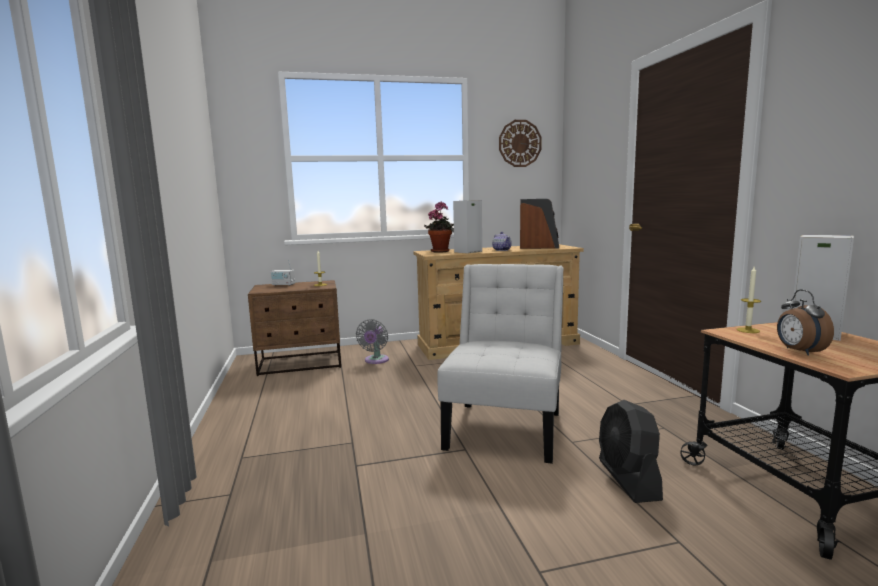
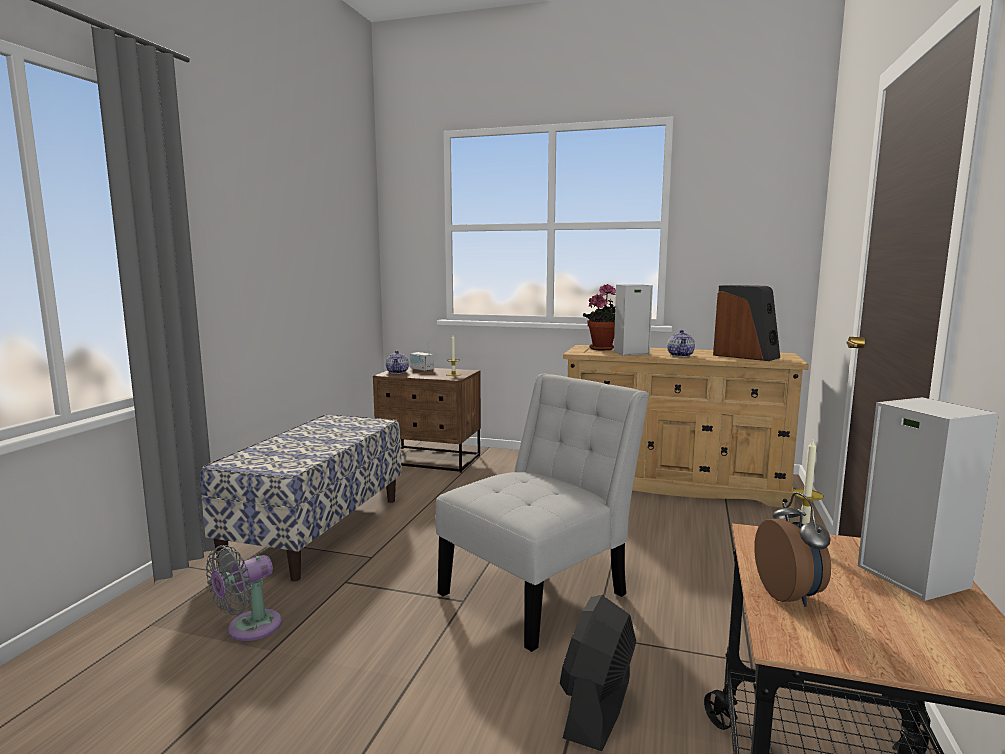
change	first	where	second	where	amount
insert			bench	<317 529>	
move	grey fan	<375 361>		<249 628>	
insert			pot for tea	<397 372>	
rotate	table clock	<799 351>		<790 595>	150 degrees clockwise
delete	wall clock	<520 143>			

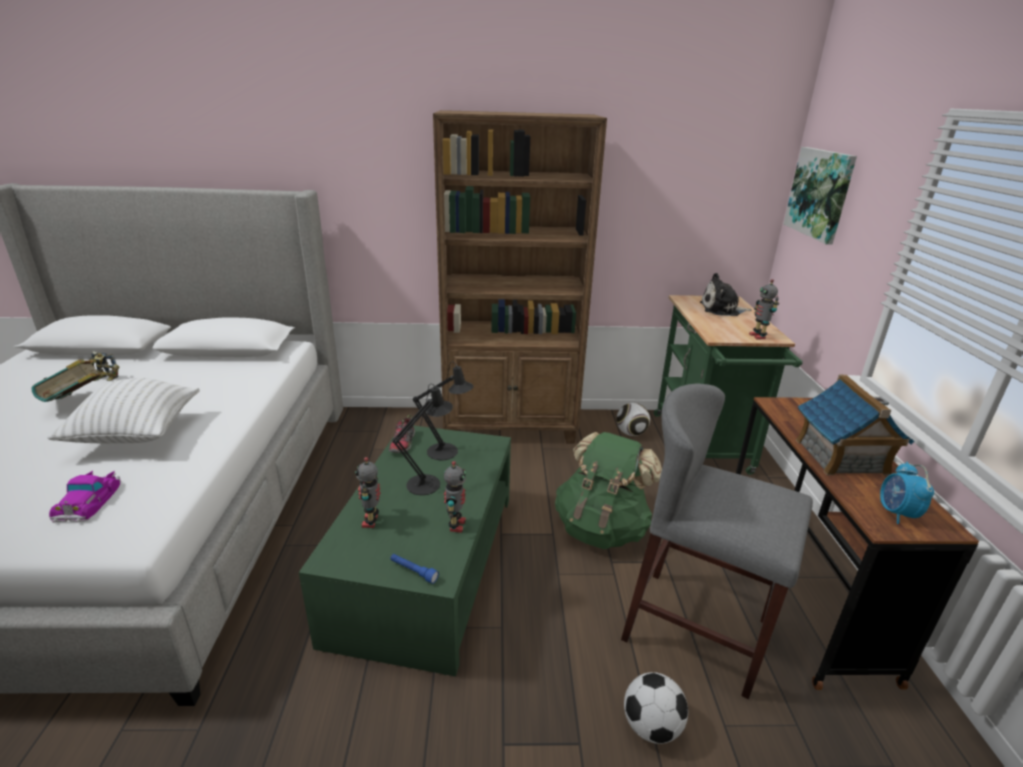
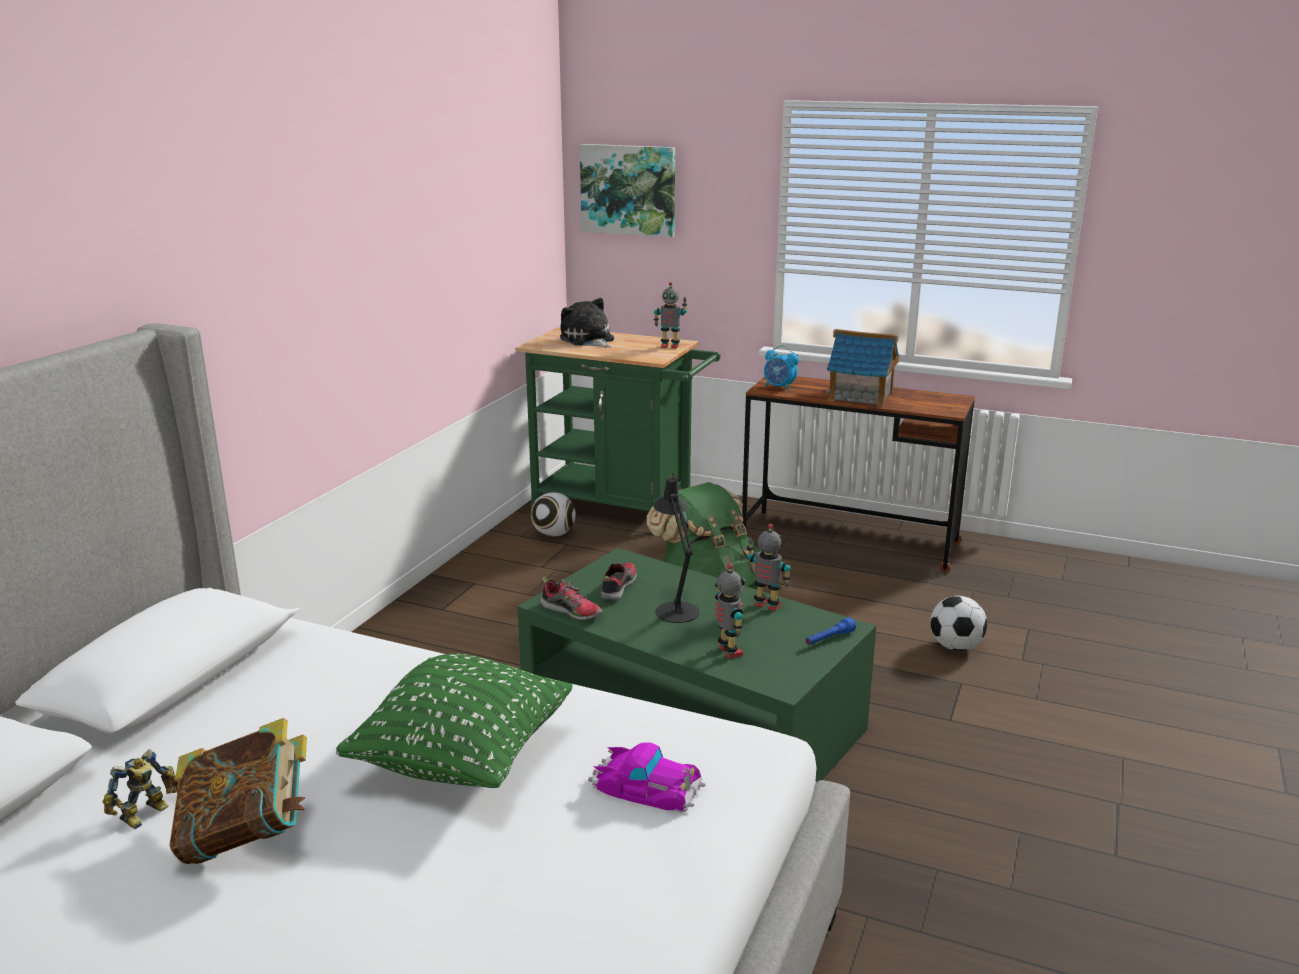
change	first	where	second	where	amount
recolor	whitish throw pillow	<136 435>	green throw pillow	<463 759>	
rotate	cuddly toy	<722 309>		<588 340>	120 degrees clockwise
replace	black table lamp	<447 452>	shoe	<617 588>	
rotate	robot figure	<372 521>		<728 651>	135 degrees counterclockwise
move	table clock	<896 513>		<779 387>	
delete	brown bookcase	<511 427>			
delete	grey stool seat	<696 630>			

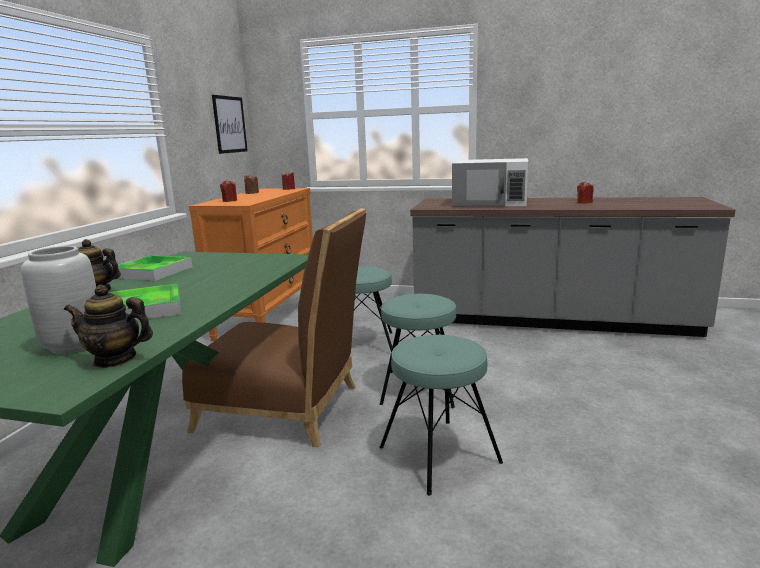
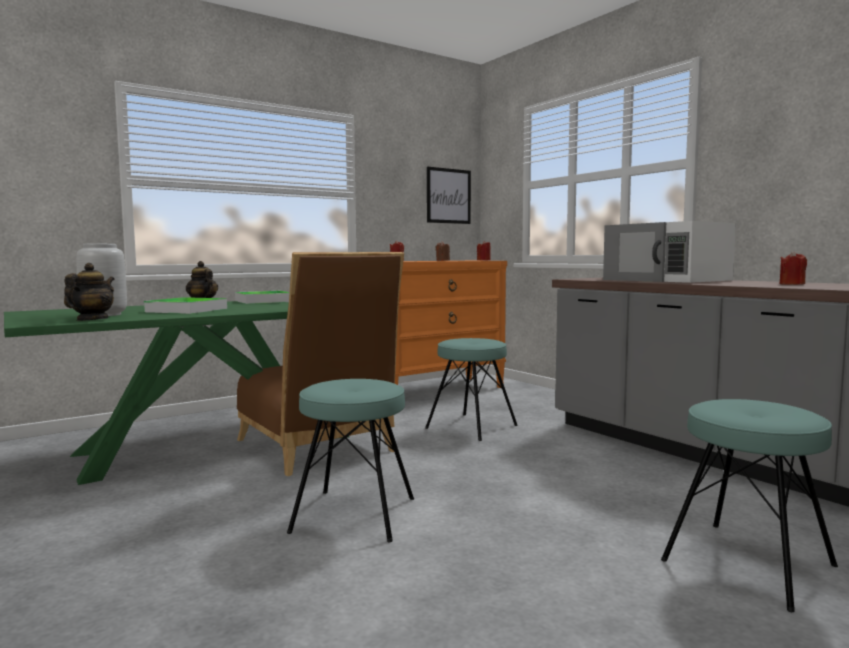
change	first	where	second	where	amount
rotate	pot for tea	<115 359>		<92 320>	60 degrees clockwise
move	turquoise-coloured stool seat	<419 389>		<748 563>	

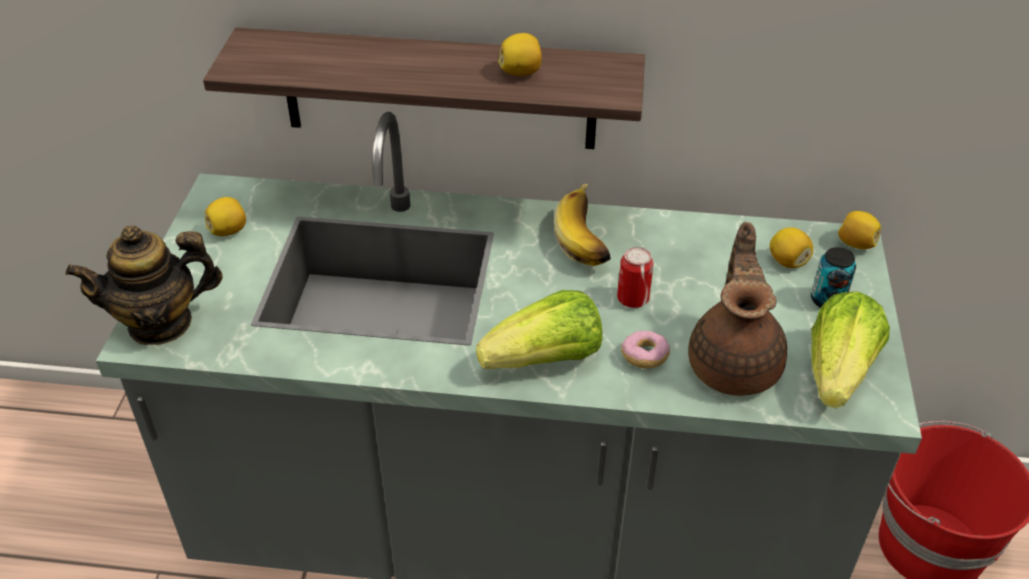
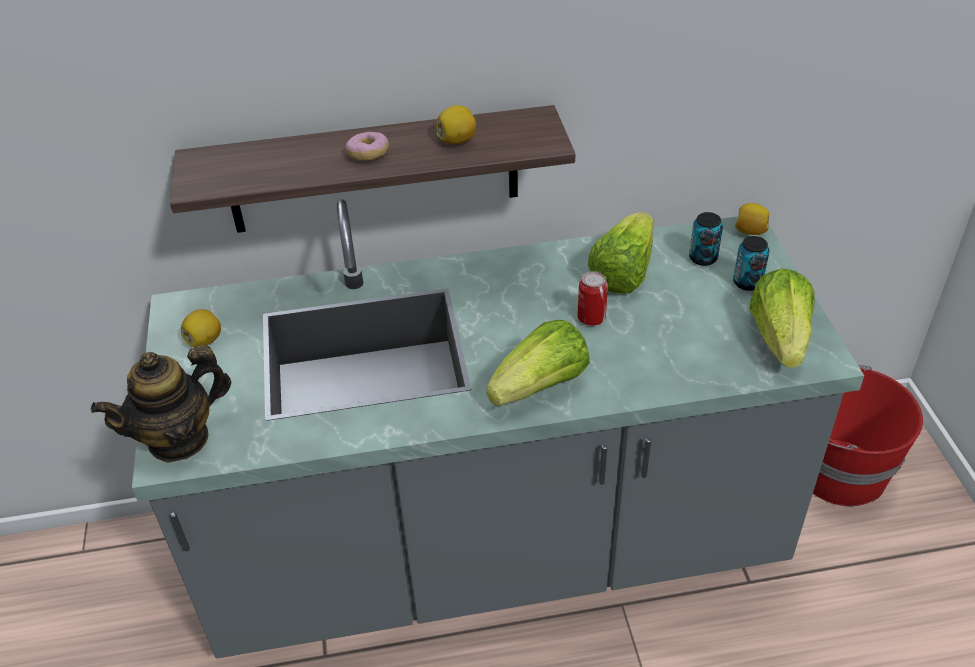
change	first	where	second	where	amount
move	donut	<644 357>		<368 154>	
insert			lettuce	<623 272>	
replace	whole lemon	<787 261>	sealed can	<703 258>	
delete	banana	<589 238>			
delete	brown pot for tea	<734 363>			

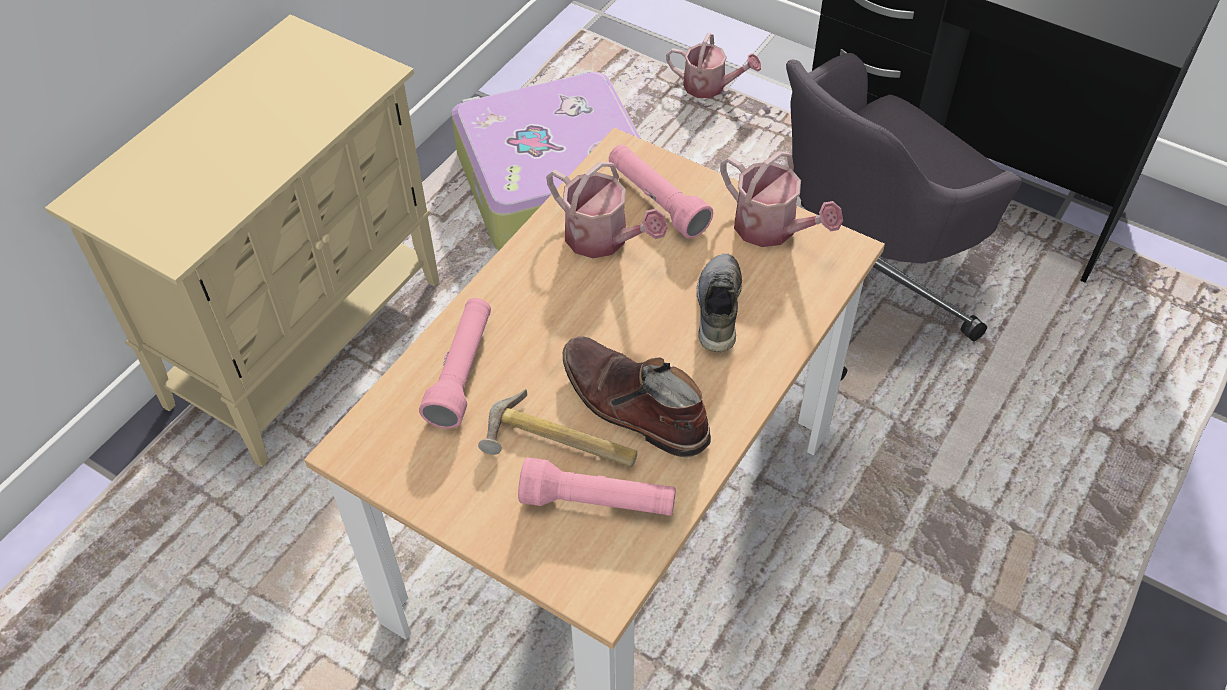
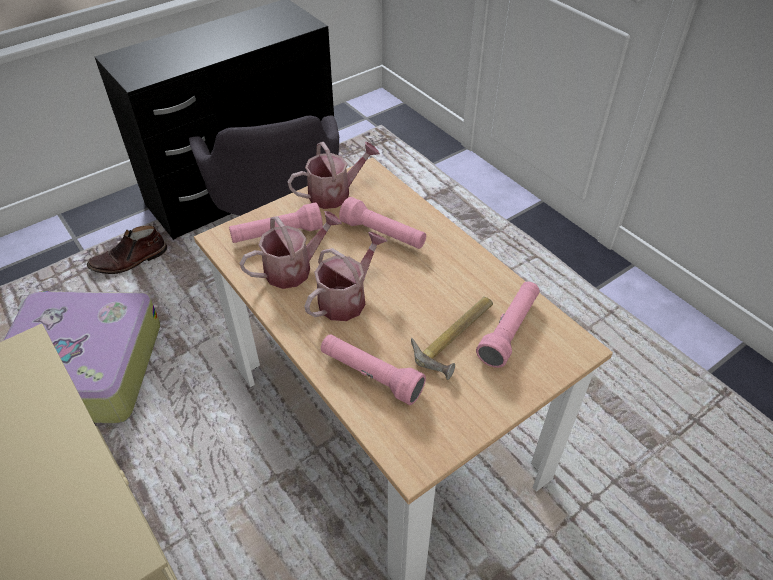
change	first	where	second	where	amount
move	brown high-top boot	<632 405>		<130 260>	
move	sprinkling can	<710 87>		<347 298>	
replace	grey shoe	<717 308>	pink-coloured torch	<383 234>	

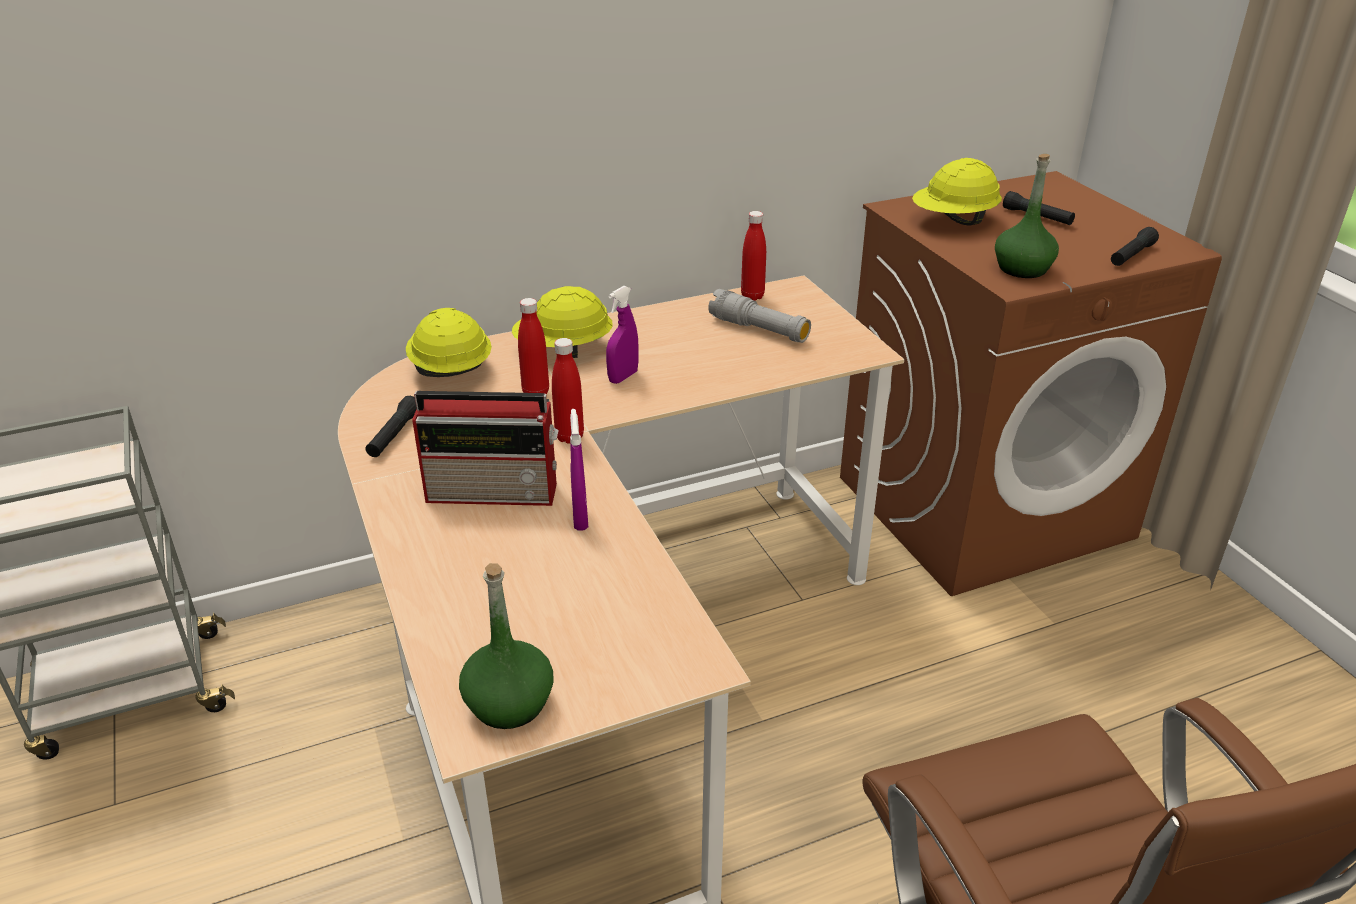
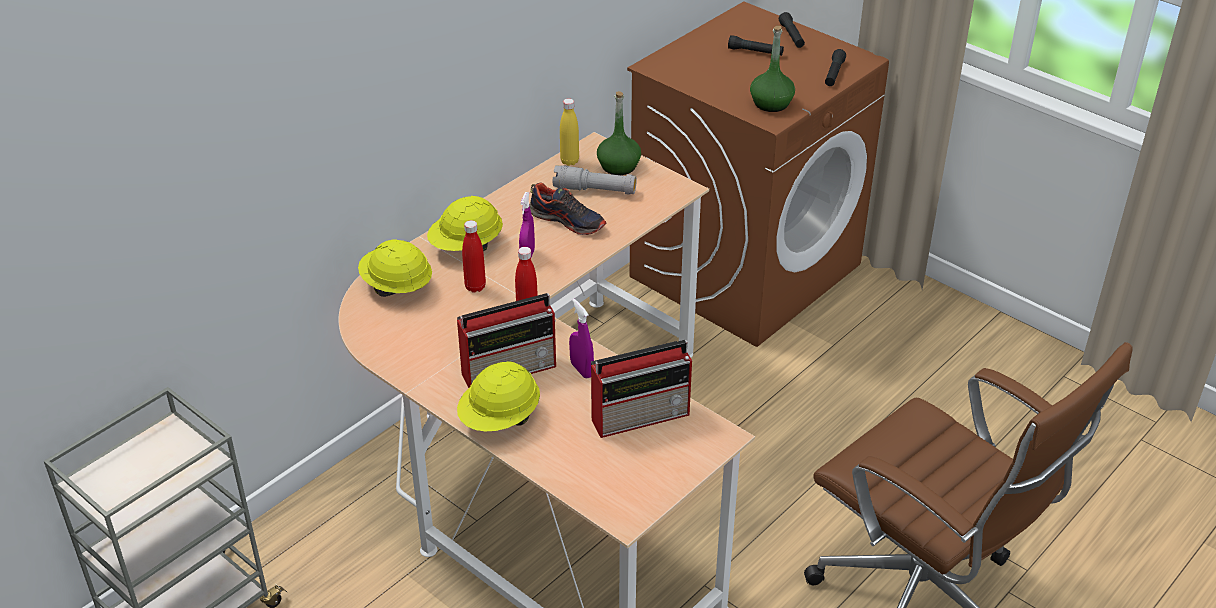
change	first	where	second	where	amount
move	yellow-coloured safety helmet	<954 221>		<500 419>	
insert			shoe	<568 221>	
recolor	red-coloured drink bottle	<752 296>	yellow-coloured drink bottle	<569 161>	
insert			radio receiver	<642 415>	
move	green drink bottle	<510 703>		<619 166>	
move	black torch	<394 435>		<791 36>	

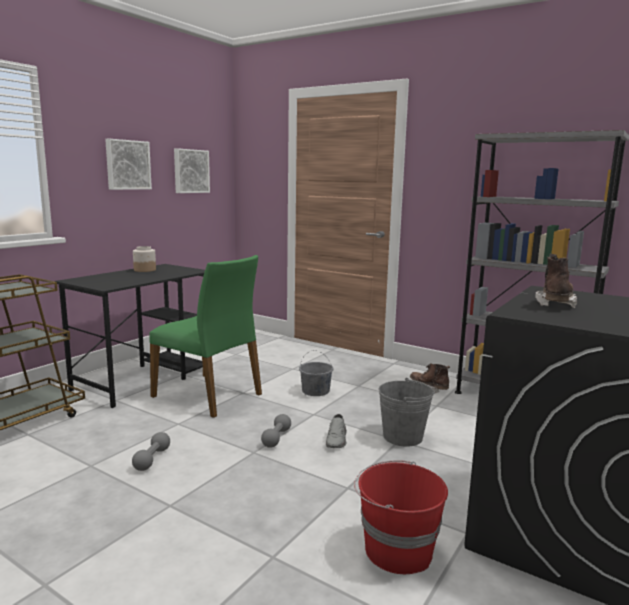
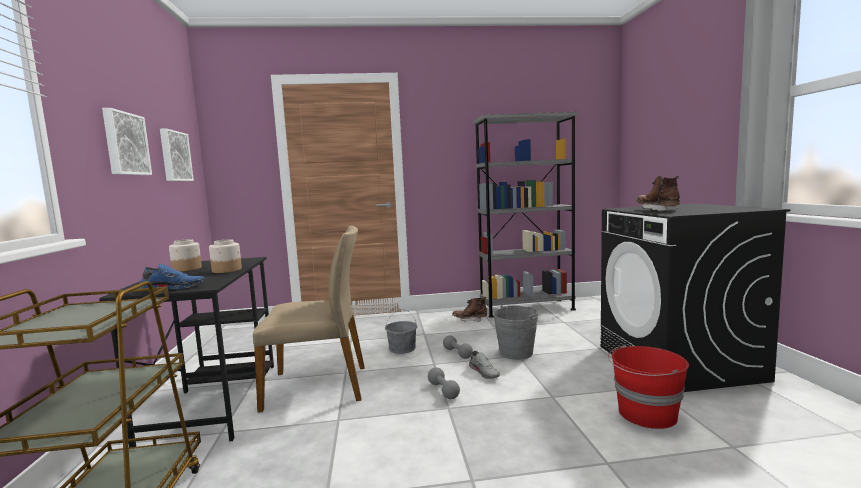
change	first	where	second	where	amount
insert			blue-coloured shoe	<173 288>	
insert			preserve jar	<227 270>	
recolor	green chair	<209 395>	beige-coloured chair	<318 386>	
move	grey dumbbell	<152 459>		<457 353>	

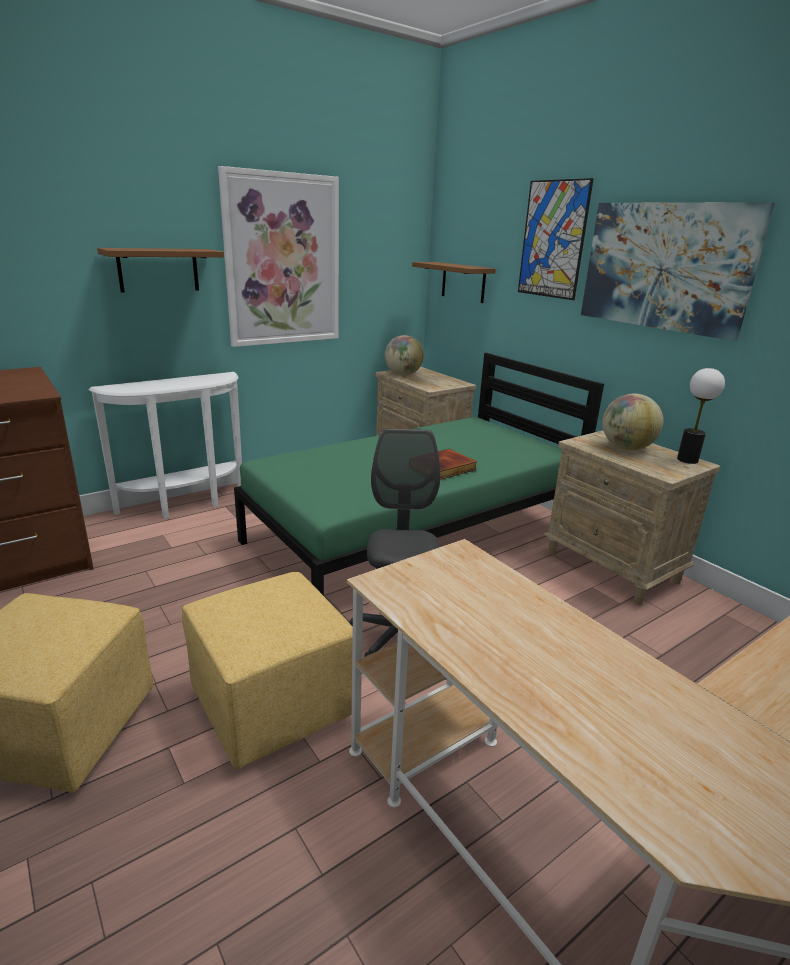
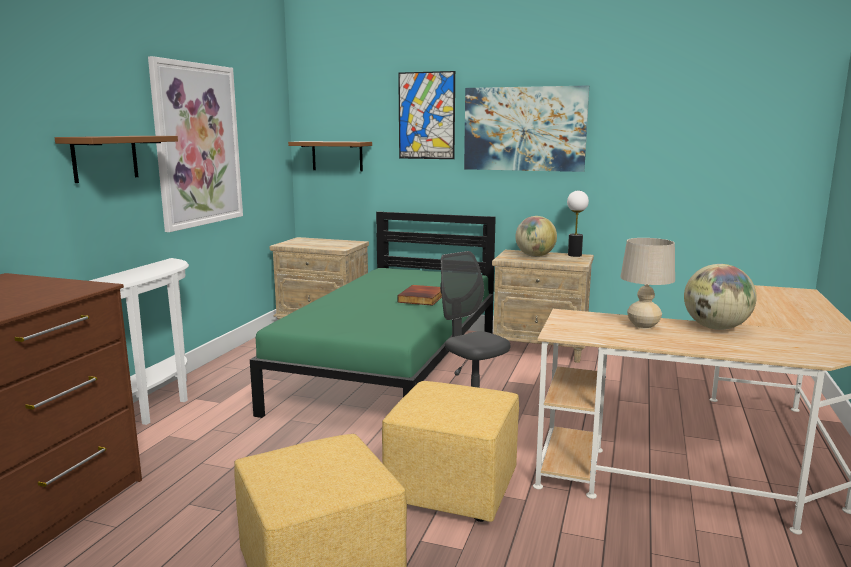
change	first	where	second	where	amount
insert			beige-coloured table lamp	<643 326>	
move	globe	<403 374>		<715 328>	

